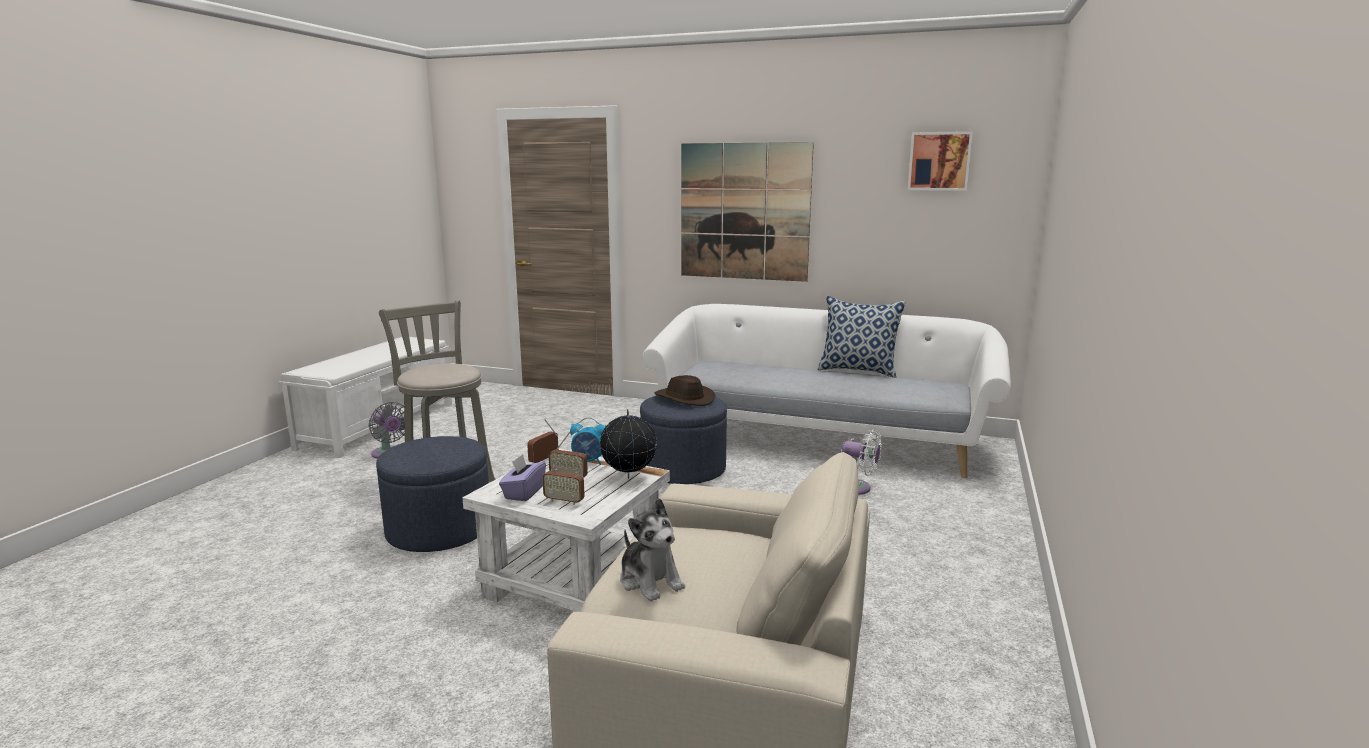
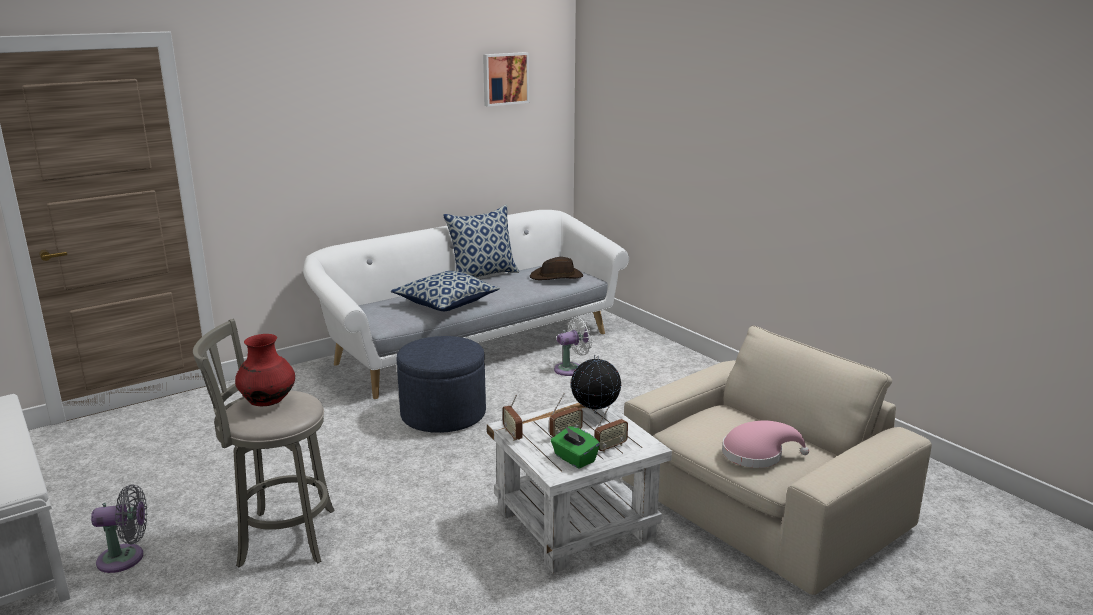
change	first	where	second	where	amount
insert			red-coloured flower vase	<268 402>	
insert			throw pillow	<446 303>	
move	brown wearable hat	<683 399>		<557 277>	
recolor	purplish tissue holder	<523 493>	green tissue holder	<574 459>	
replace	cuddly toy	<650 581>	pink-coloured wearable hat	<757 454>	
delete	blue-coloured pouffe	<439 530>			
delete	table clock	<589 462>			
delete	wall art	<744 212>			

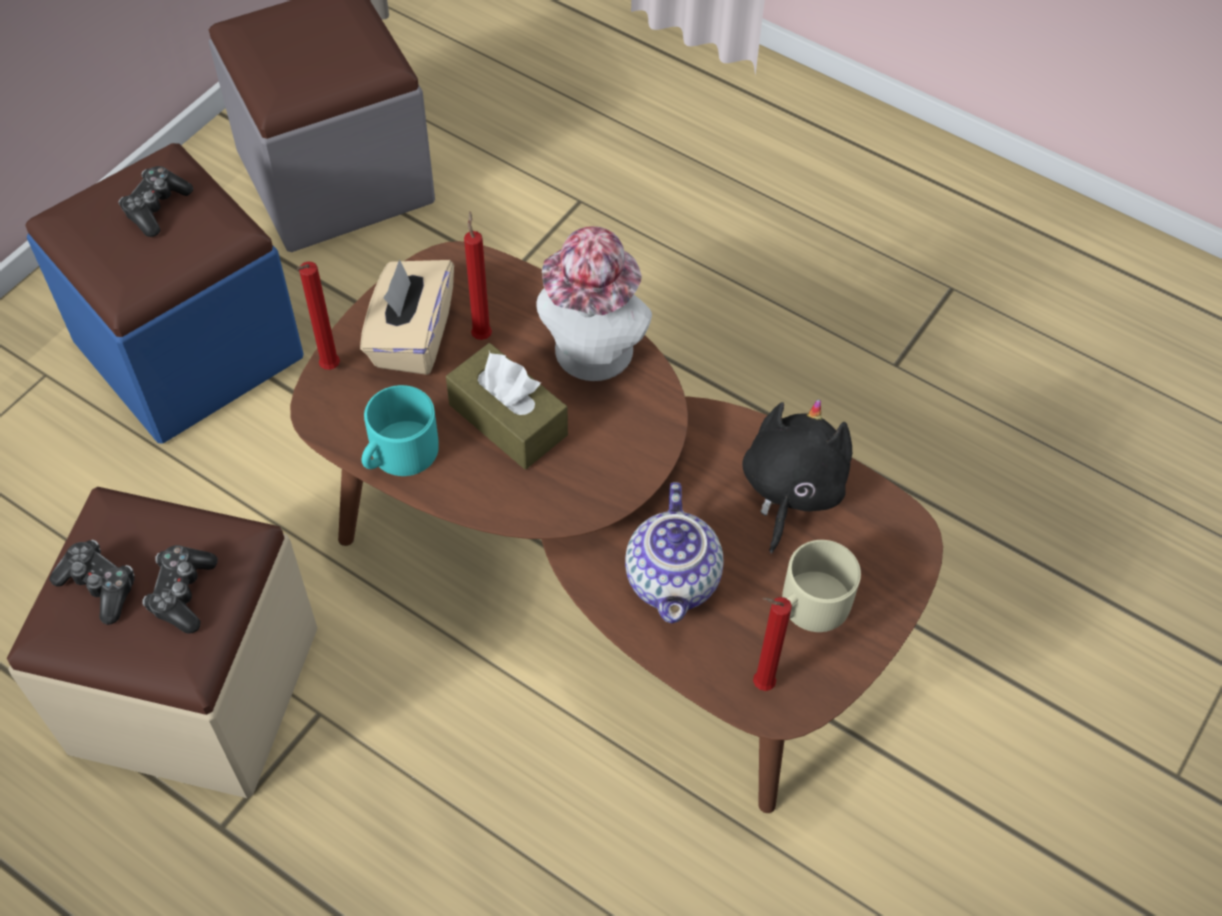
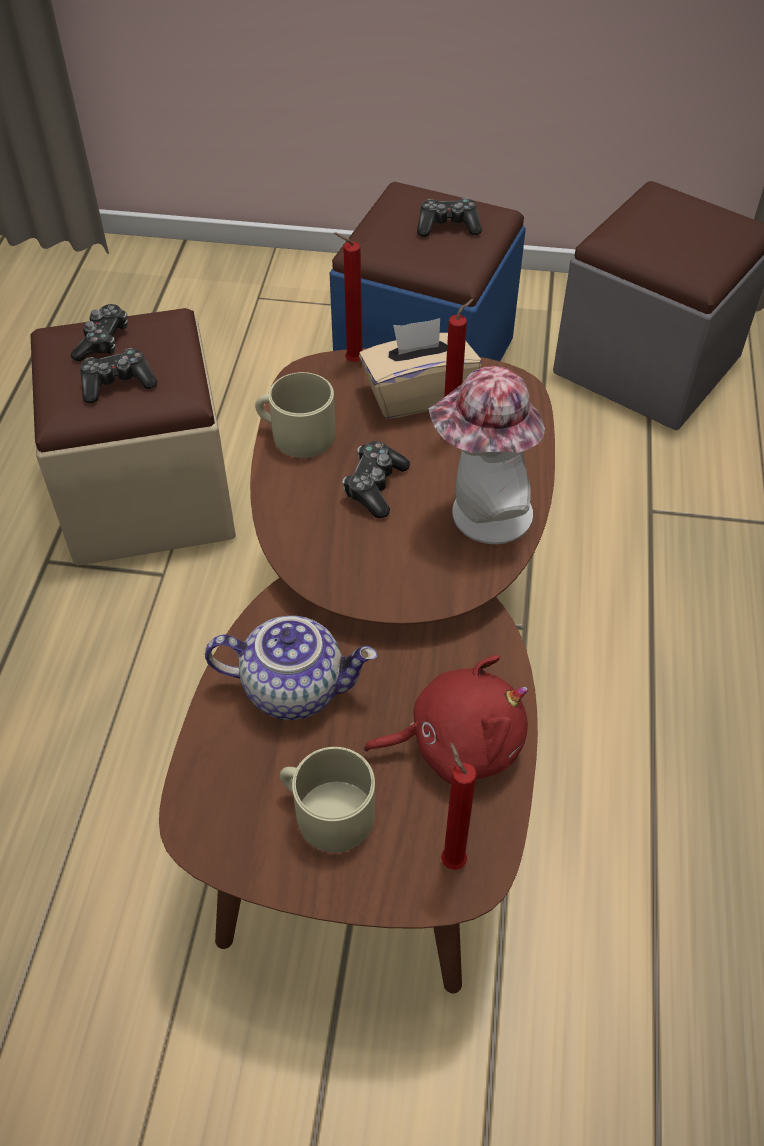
change	first	where	second	where	amount
rotate	pot for tea	<675 581>		<295 687>	150 degrees counterclockwise
recolor	turquoise-coloured coffee mug	<398 454>	beige-coloured coffee mug	<296 434>	
replace	brown tissue holder	<508 420>	game controller	<375 486>	
recolor	black cuddly toy	<791 489>	red-coloured cuddly toy	<457 743>	
move	red-coloured wax light	<759 684>		<451 858>	

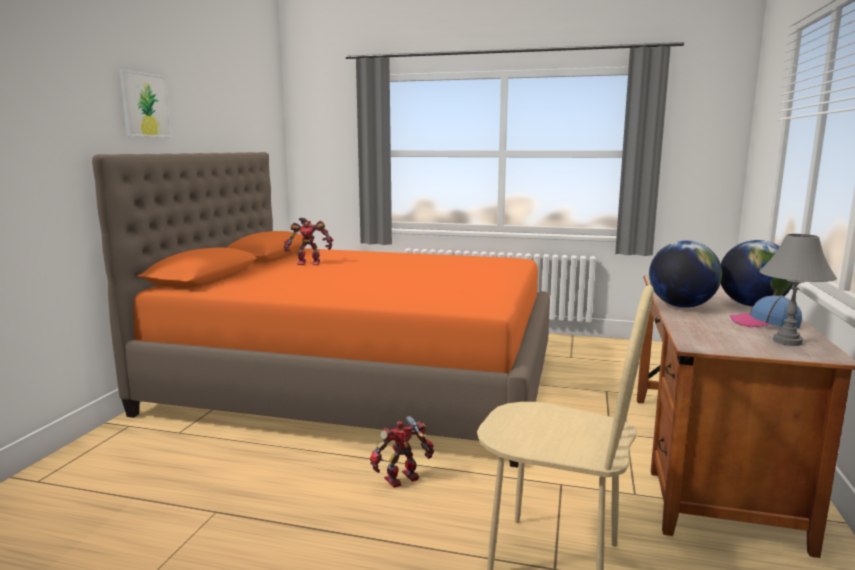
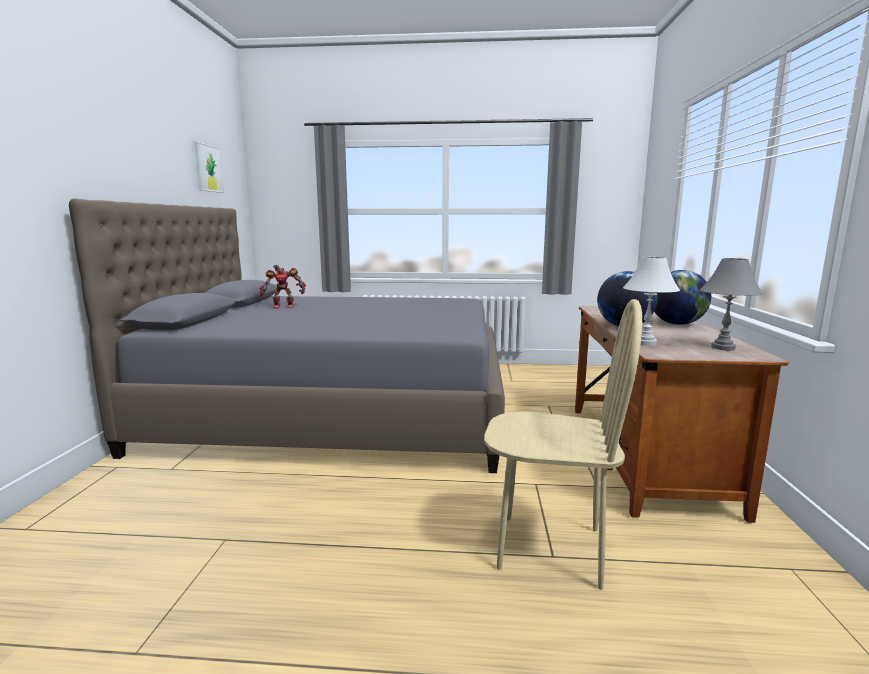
change	first	where	second	where	amount
recolor	orangey bedroom bed	<361 381>	grey bedroom bed	<338 411>	
move	wall art	<145 105>		<208 168>	
insert			whitish table lamp	<645 343>	
delete	robot figure	<403 480>			
delete	cap	<764 323>			

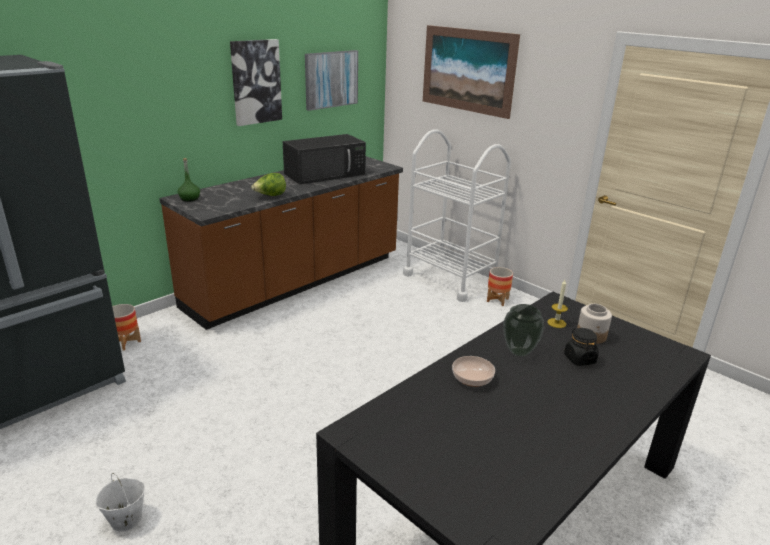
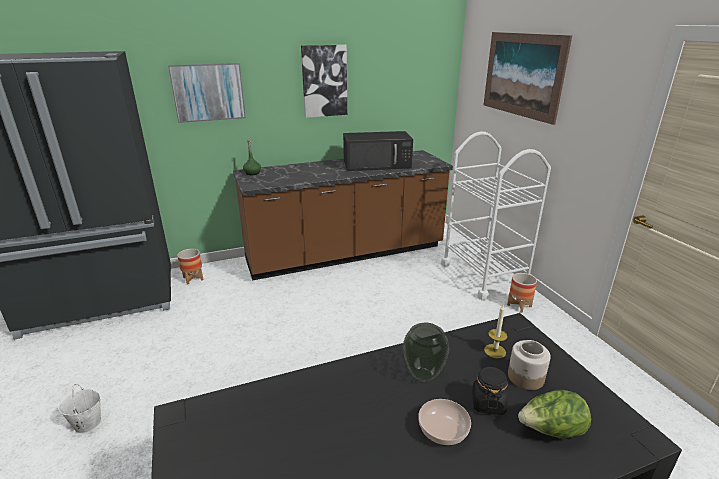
change	first	where	second	where	amount
move	wall art	<331 79>		<208 92>	
move	serving bowl	<472 379>		<442 430>	
move	lettuce	<270 196>		<551 431>	

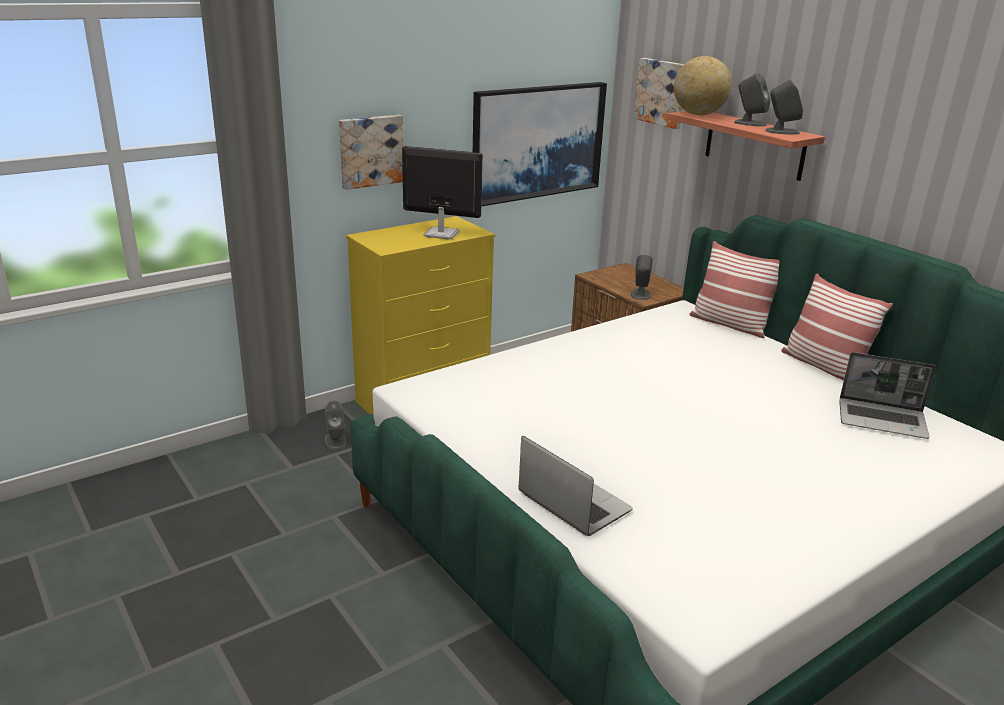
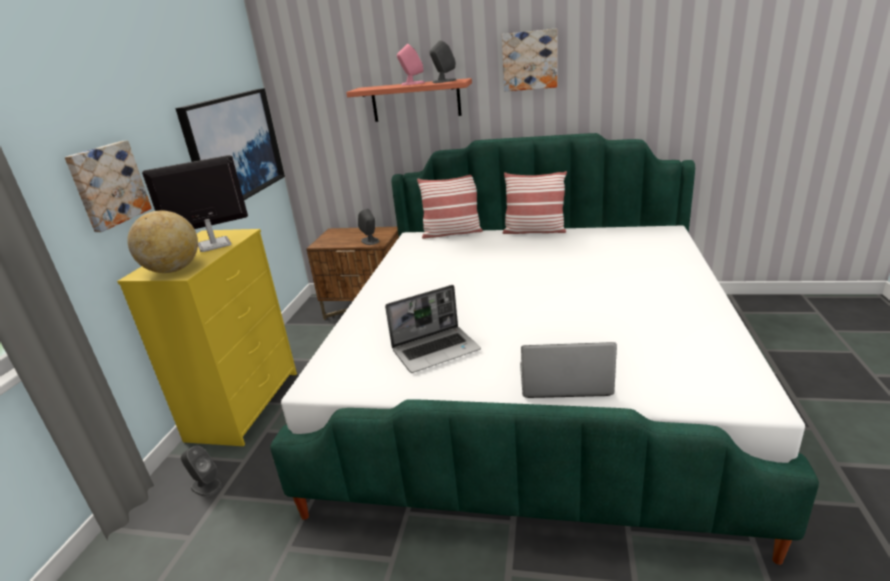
change	first	where	second	where	amount
move	globe	<698 114>		<173 270>	
move	laptop	<883 420>		<436 350>	
recolor	grey speaker	<749 123>	pink-coloured speaker	<412 83>	
move	wall art	<662 92>		<530 60>	

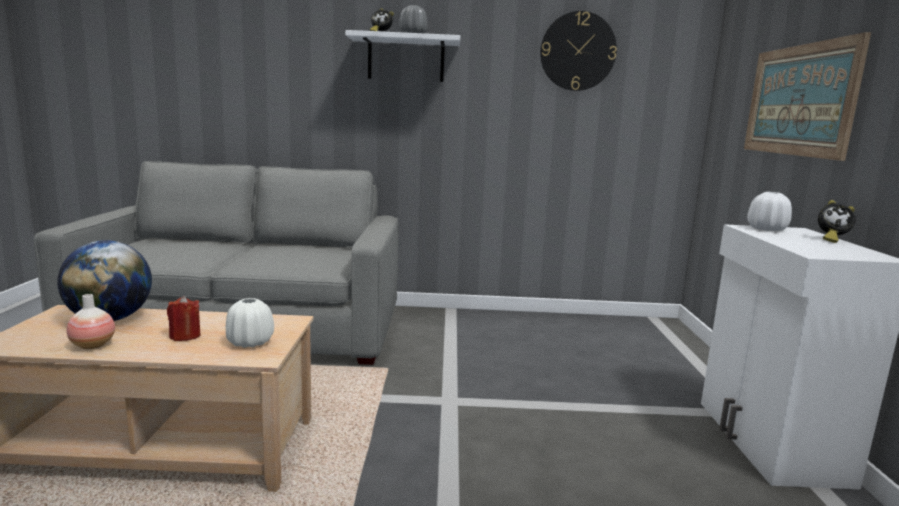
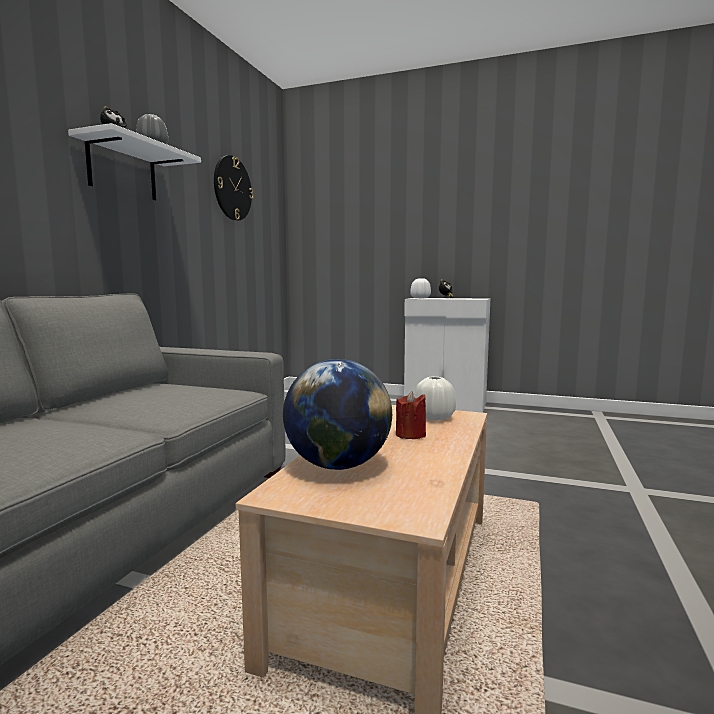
change	first	where	second	where	amount
delete	flower vase	<93 345>			
delete	wall art	<799 100>			

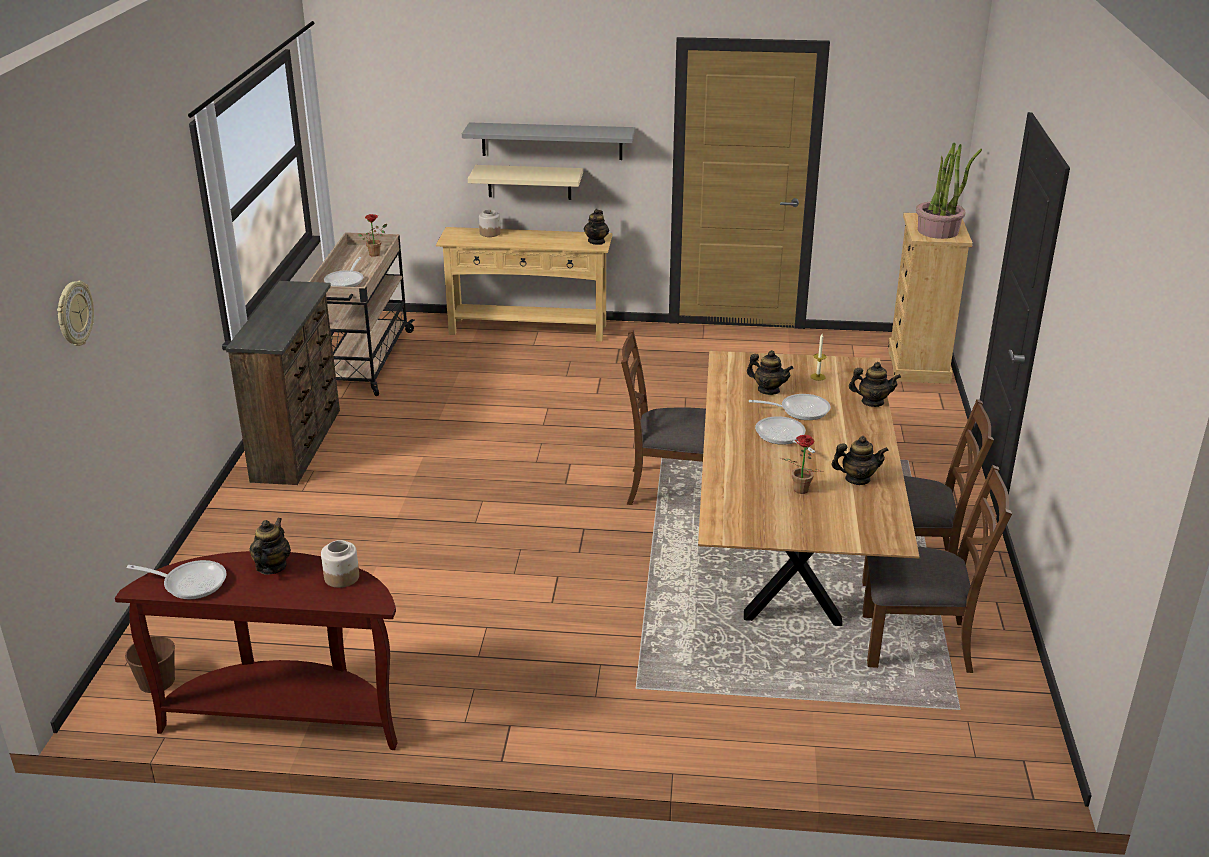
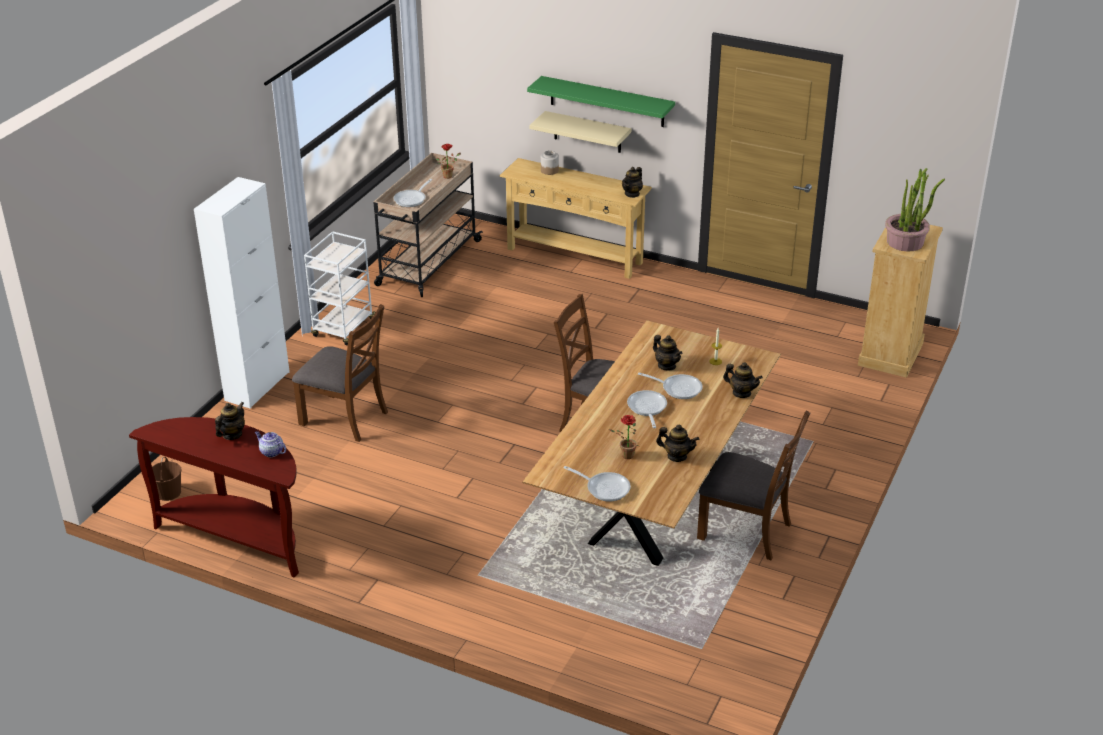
change	first	where	second	where	amount
insert			whitish cupboard	<257 386>	
replace	preserve jar	<341 577>	pot for tea	<271 452>	
move	brown chair	<917 643>		<345 417>	
replace	brown chest of drawers	<299 444>	whitish wheeled cart	<344 329>	
recolor	grey wall shelf	<551 141>	green wall shelf	<607 101>	
move	frying pan	<190 583>		<604 488>	
delete	wall clock	<74 314>			

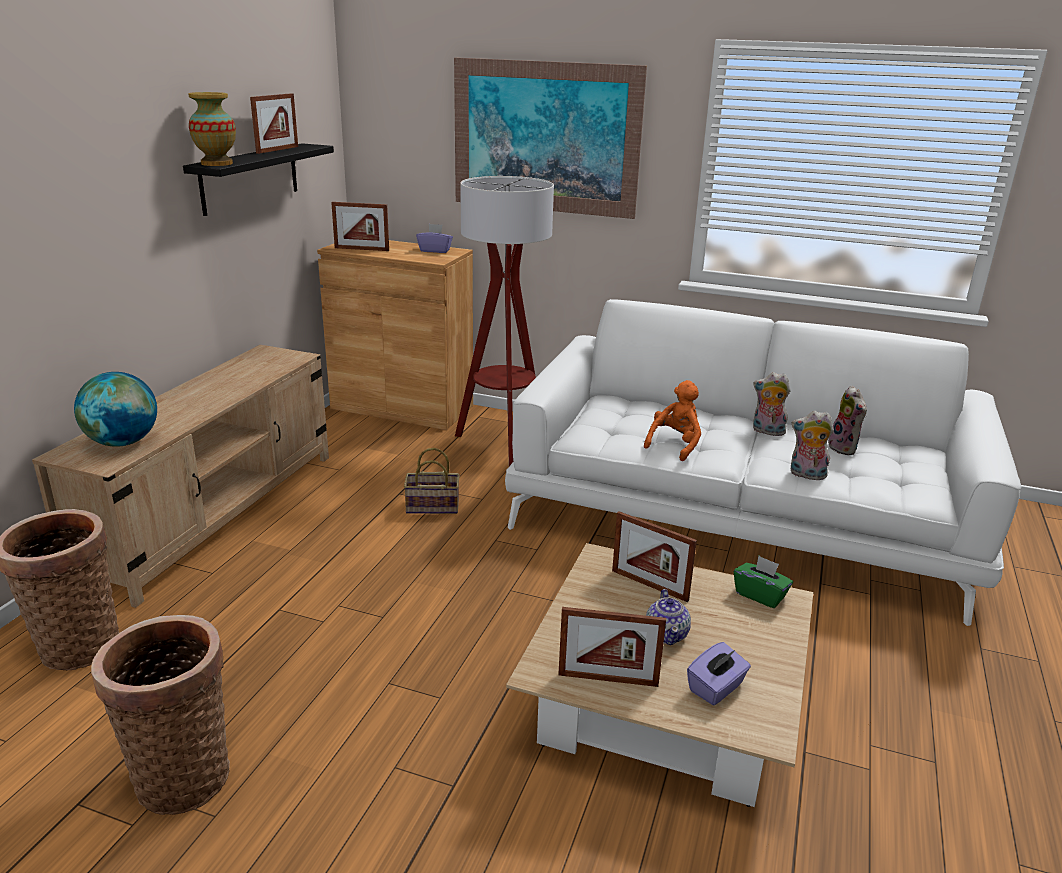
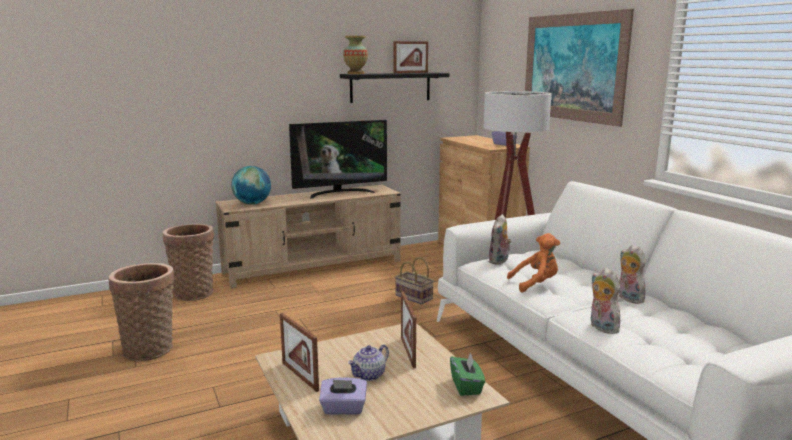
change	first	where	second	where	amount
insert			TV	<339 193>	
move	cuddly toy	<844 448>		<499 261>	
delete	photo frame	<361 249>			

